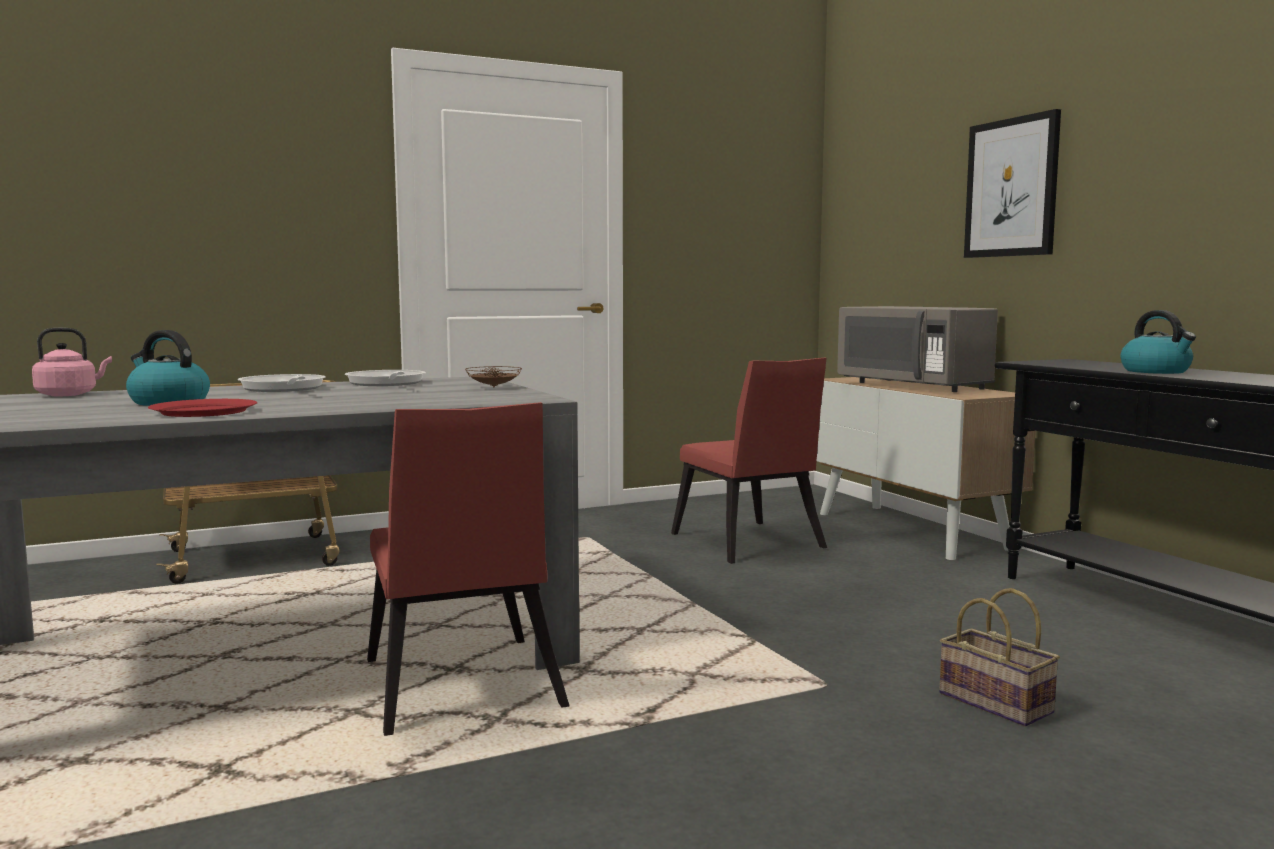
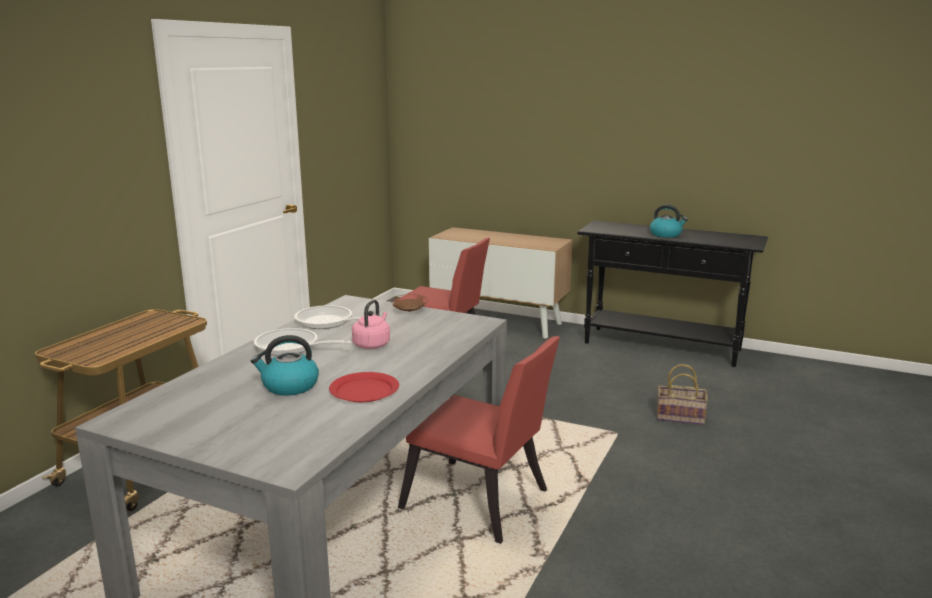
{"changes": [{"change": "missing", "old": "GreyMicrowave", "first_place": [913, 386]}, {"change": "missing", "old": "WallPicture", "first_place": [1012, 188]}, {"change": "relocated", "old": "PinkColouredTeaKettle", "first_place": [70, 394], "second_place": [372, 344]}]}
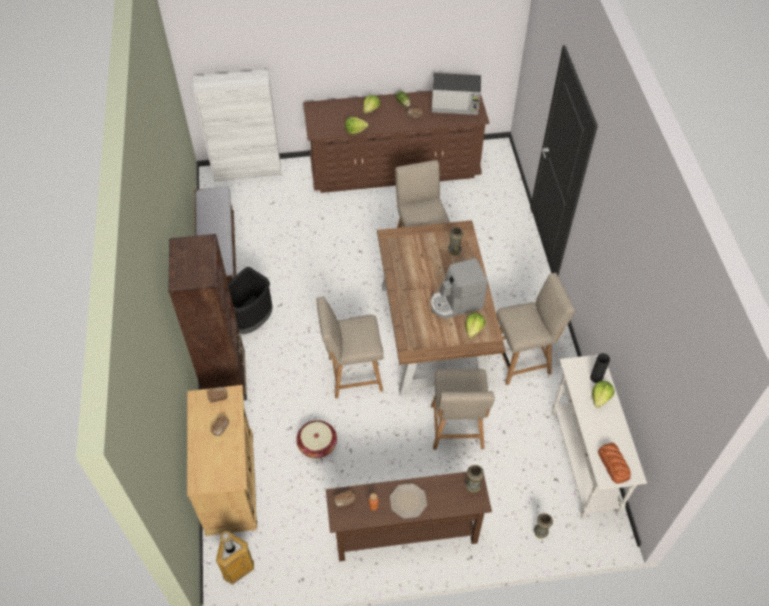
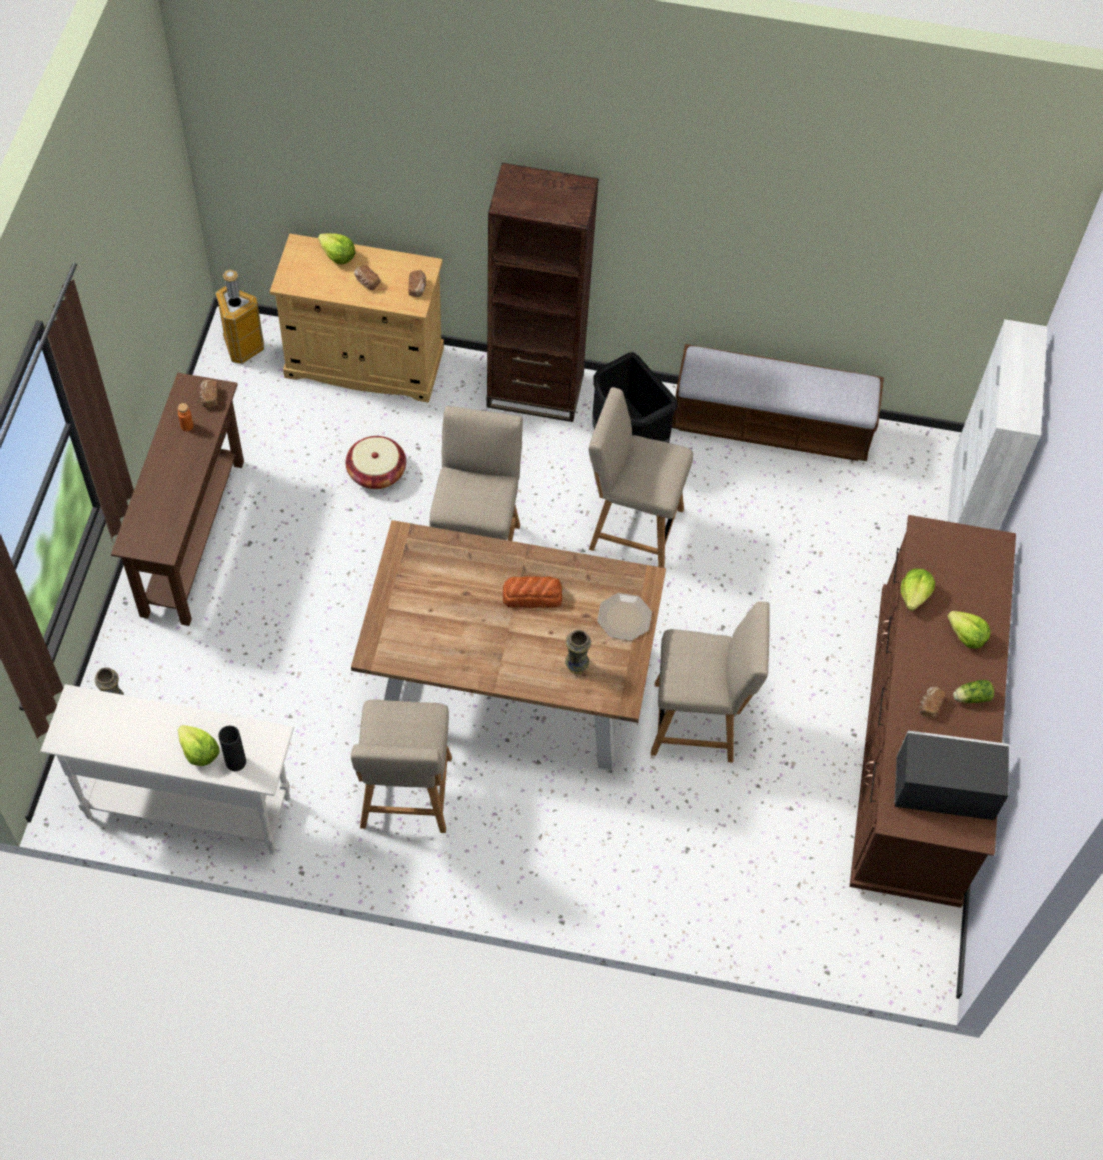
{"changes": [{"change": "missing", "old": "CoffeeMachine", "first_place": [456, 303]}, {"change": "missing", "old": "FlowerVase", "first_place": [472, 487]}, {"change": "relocated", "old": "Plate", "first_place": [408, 501], "second_place": [624, 618]}, {"change": "relocated", "old": "SandColouredChair", "first_place": [457, 430], "second_place": [631, 527]}, {"change": "relocated", "old": "LettuceHead", "first_place": [474, 329], "second_place": [337, 256]}, {"change": "relocated", "old": "BakedBread", "first_place": [613, 465], "second_place": [531, 595]}, {"change": "spun", "old": "Microwave", "first_place": [455, 105], "second_place": [943, 788], "degrees": 75}]}
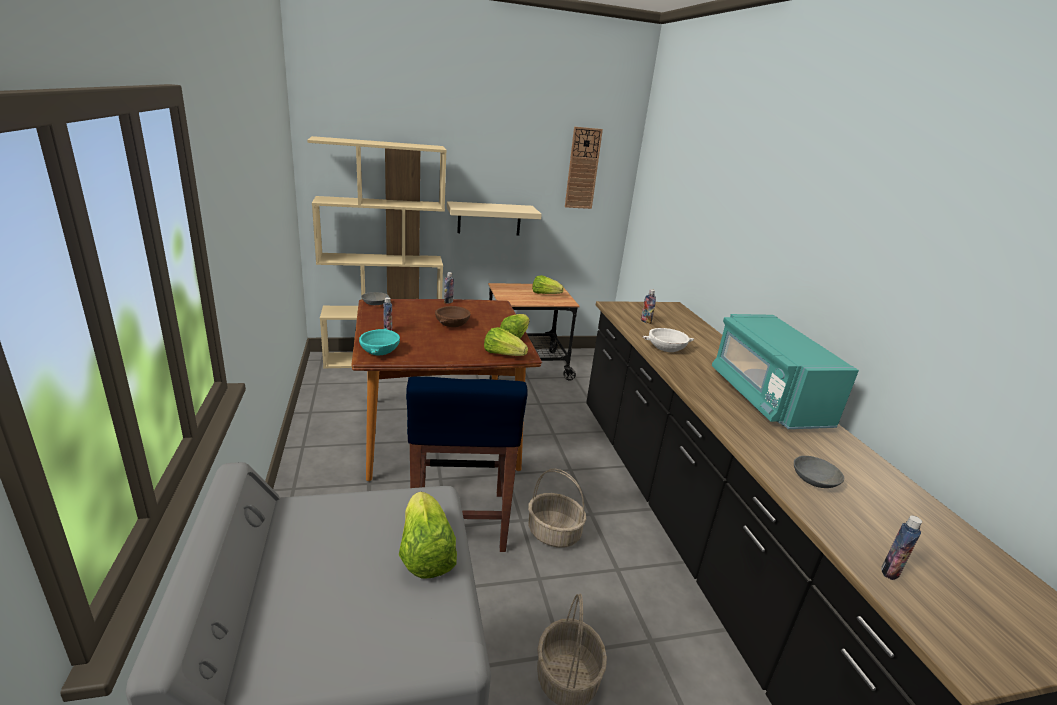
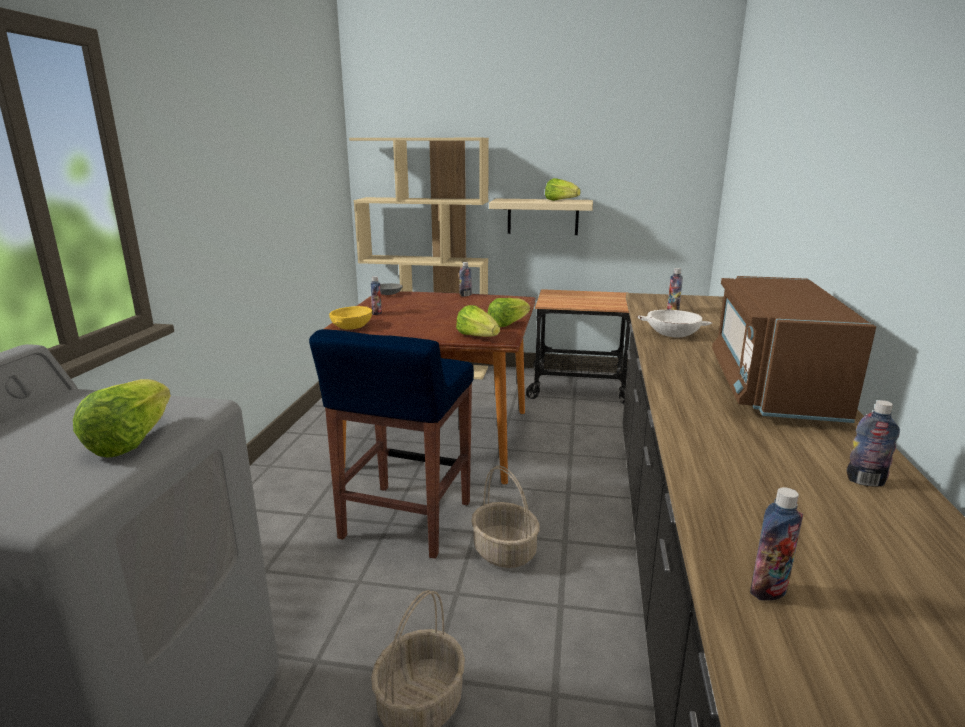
{"changes": [{"change": "missing", "old": "BrownishDeepDish", "first_place": [452, 323]}, {"change": "missing", "old": "HangingClock", "first_place": [582, 168]}, {"change": "missing", "old": "GreyDeepDish", "first_place": [814, 481]}, {"change": "appeared", "new": "Bottle", "second_place": [865, 481]}, {"change": "relocated", "old": "LettuceHead", "first_place": [545, 294], "second_place": [560, 201]}, {"change": "colour", "old": "TurquoiseColouredDeepDish", "new": "YellowColouredDeepDish", "first_place": [380, 350], "second_place": [352, 326]}, {"change": "colour", "old": "TurquoiseColouredMicrowave", "new": "BrownishMicrowave", "first_place": [766, 397], "second_place": [772, 387]}]}
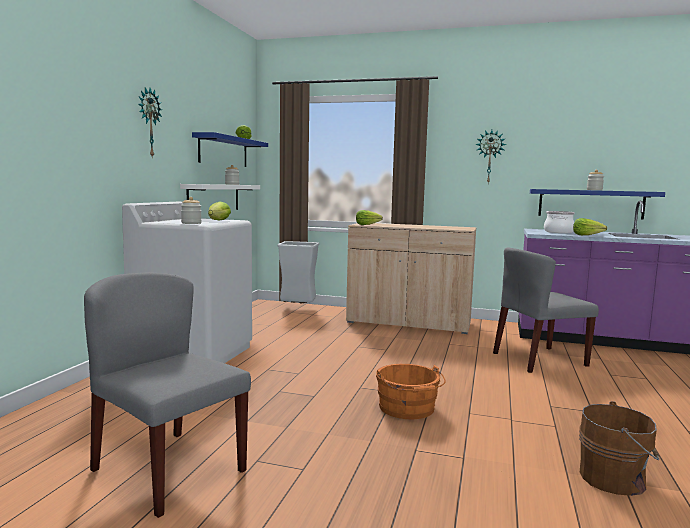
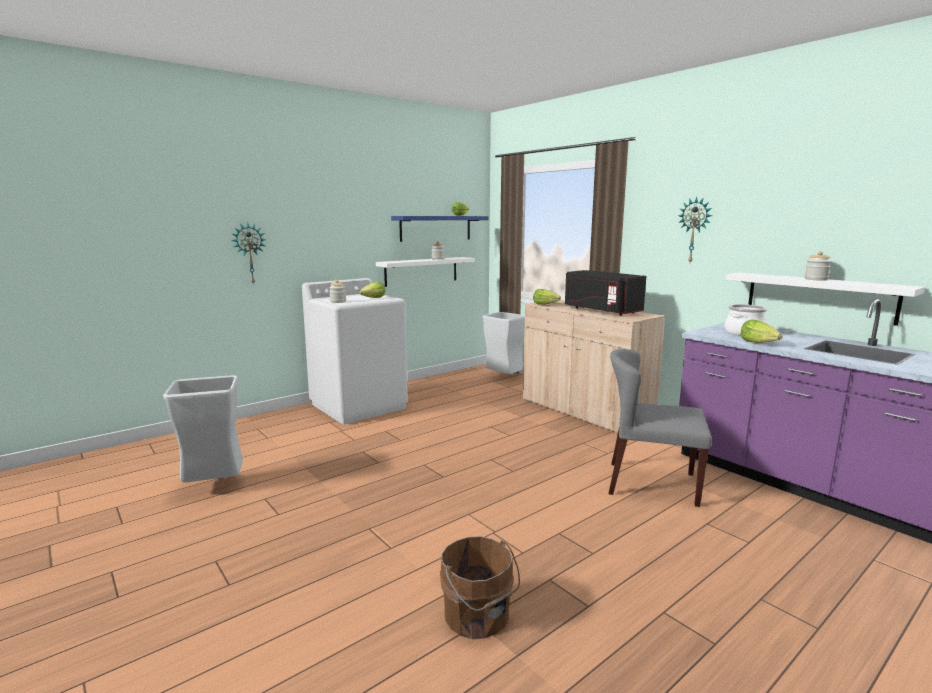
{"changes": [{"change": "missing", "old": "OrangeyBucket", "first_place": [408, 409]}, {"change": "appeared", "new": "BlackColouredMicrowave", "second_place": [601, 310]}, {"change": "relocated", "old": "HangingClock", "first_place": [148, 122], "second_place": [249, 254]}, {"change": "exchanged", "old": "GreyChair", "new": "GreyTrashCan", "first_place": [168, 469], "second_place": [215, 487]}, {"change": "colour", "old": "BlueShelf", "new": "WhitishShelf", "first_place": [590, 204], "second_place": [819, 297]}]}
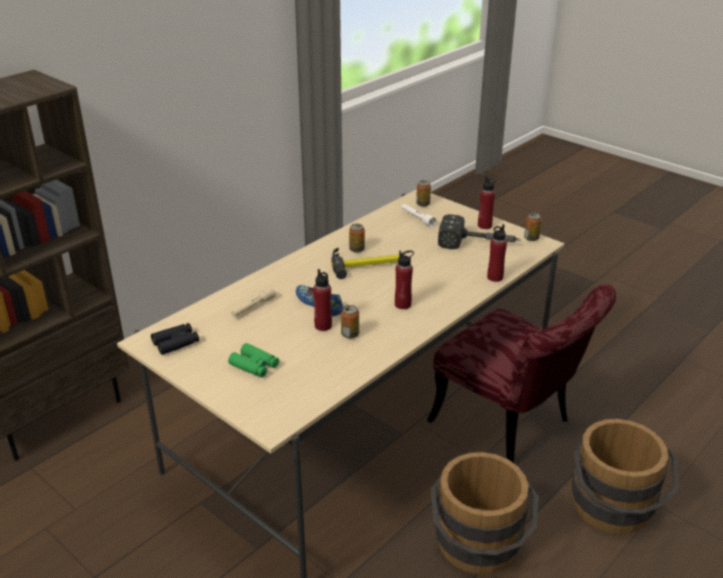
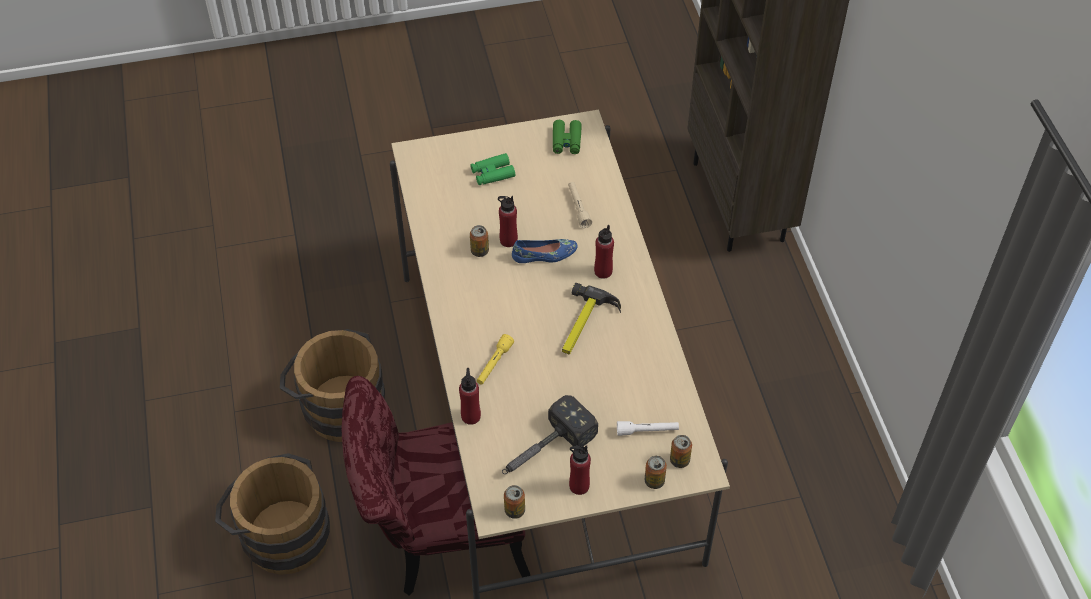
{"changes": [{"change": "appeared", "new": "YellowColouredFlashlight", "second_place": [494, 364]}, {"change": "relocated", "old": "MetalCan", "first_place": [357, 249], "second_place": [654, 481]}, {"change": "relocated", "old": "RedBottle", "first_place": [403, 304], "second_place": [603, 271]}, {"change": "colour", "old": "BlackColouredBinoculars", "new": "GreenishBinoculars", "first_place": [176, 343], "second_place": [566, 141]}]}
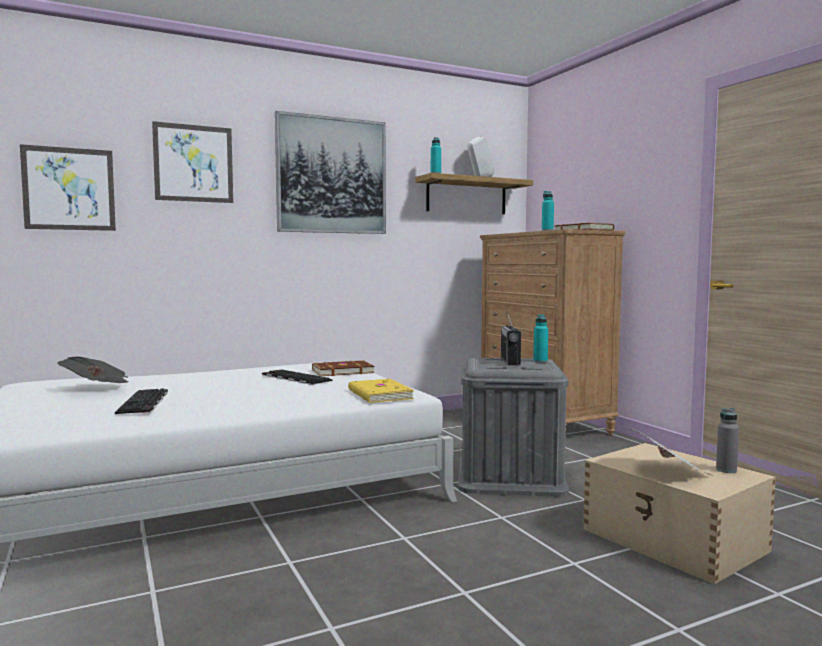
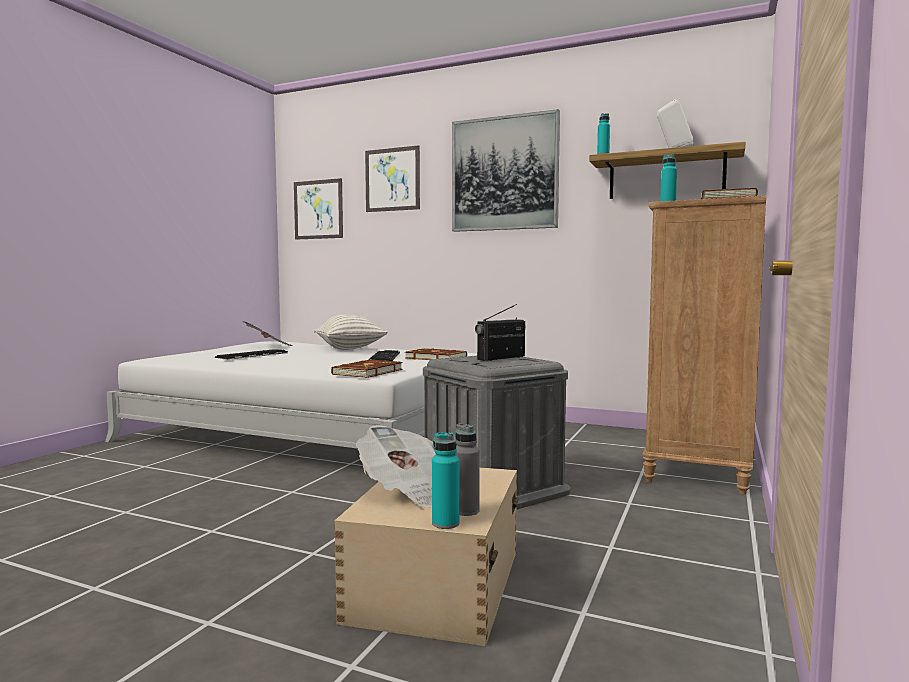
{"changes": [{"change": "appeared", "new": "ThrowPillow", "second_place": [350, 349]}, {"change": "relocated", "old": "TurquoiseColouredBottle", "first_place": [540, 361], "second_place": [445, 523]}, {"change": "colour", "old": "YellowColouredBook", "new": "BrownishBook", "first_place": [379, 394], "second_place": [366, 372]}]}
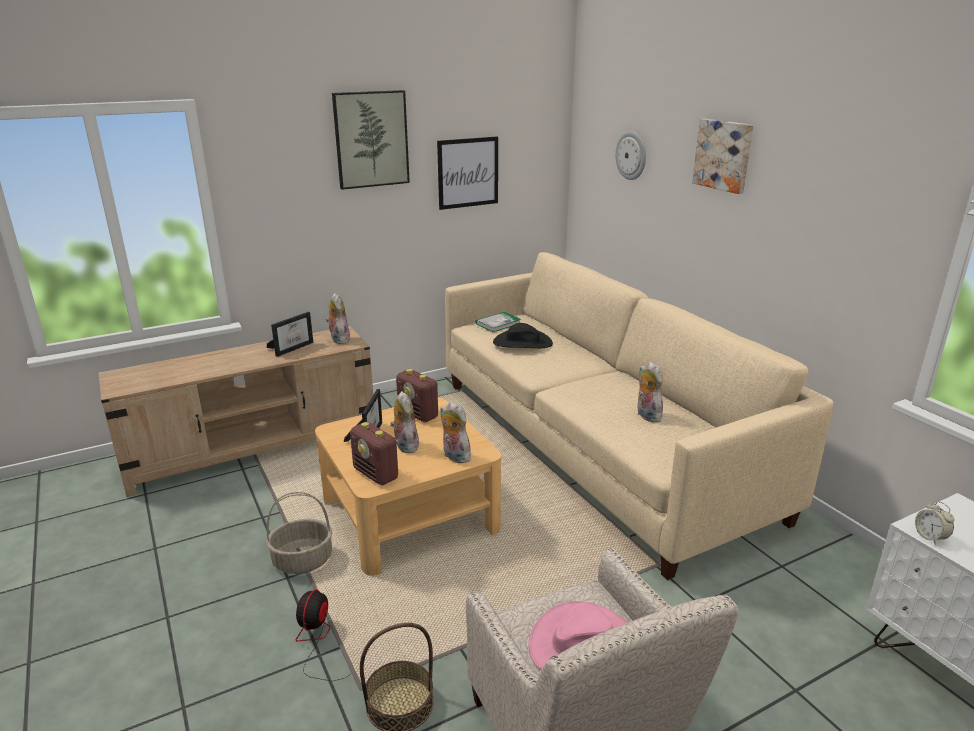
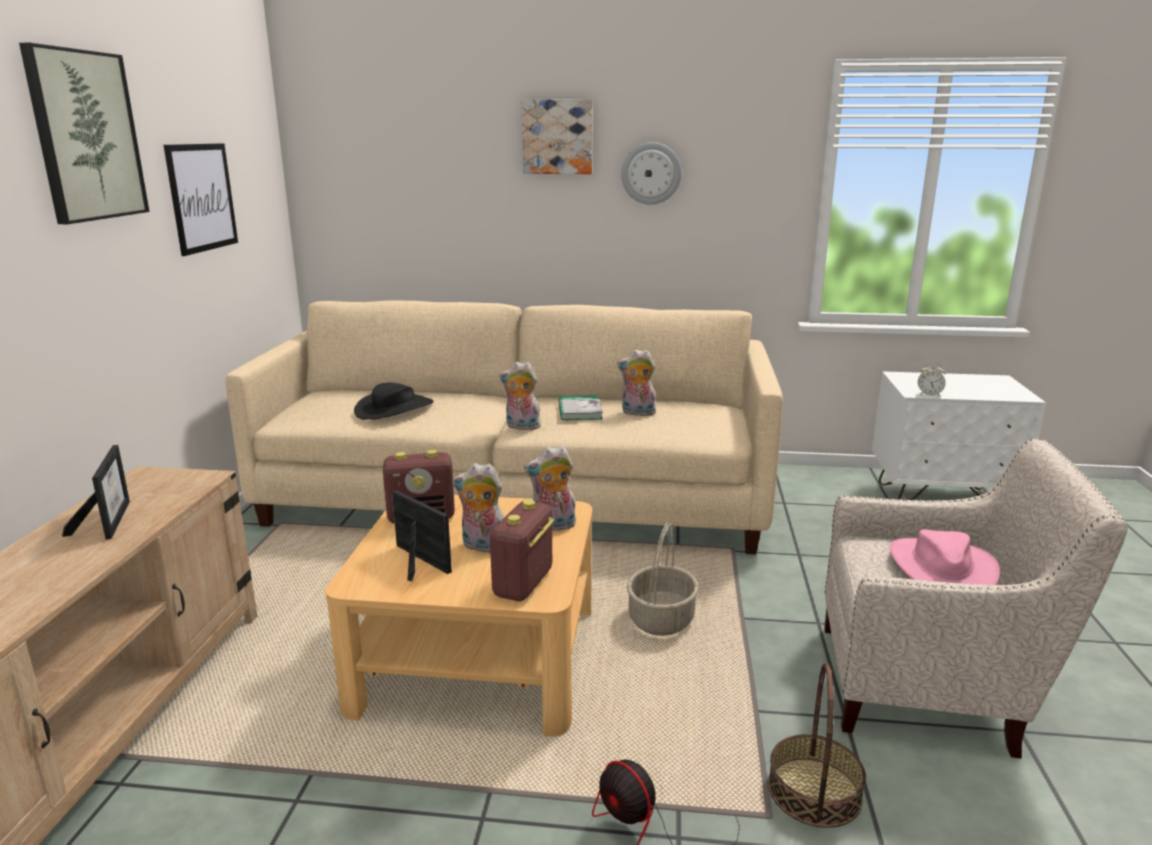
{"changes": [{"change": "relocated", "old": "HouseholdBasket", "first_place": [303, 560], "second_place": [660, 619]}, {"change": "relocated", "old": "SoftToy", "first_place": [338, 339], "second_place": [521, 427]}, {"change": "relocated", "old": "Book", "first_place": [498, 323], "second_place": [579, 410]}, {"change": "relocated", "old": "HangingClock", "first_place": [631, 155], "second_place": [651, 173]}, {"change": "spun", "old": "Radio", "first_place": [376, 474], "second_place": [523, 584], "degrees": 120}]}
